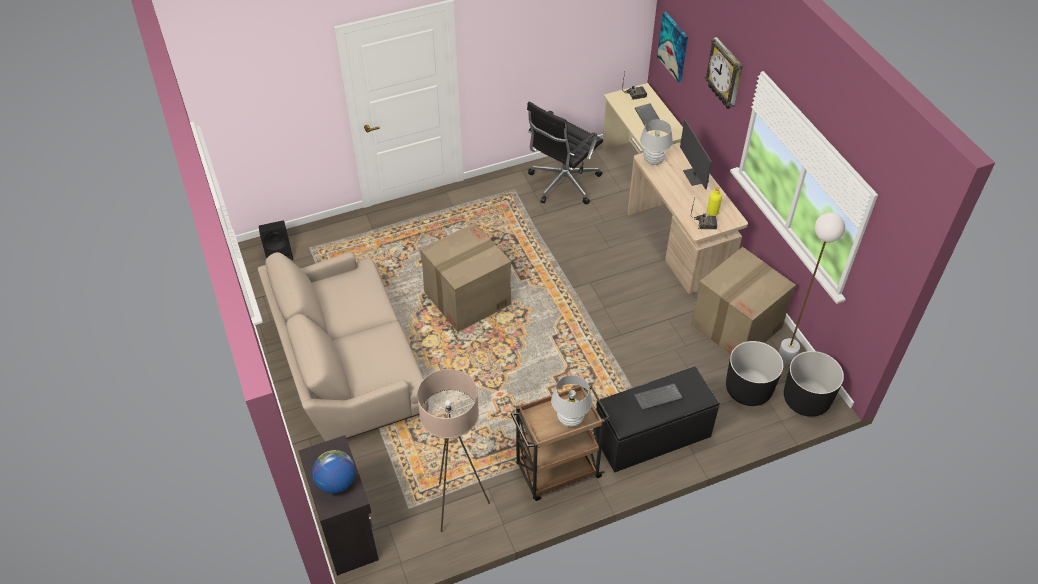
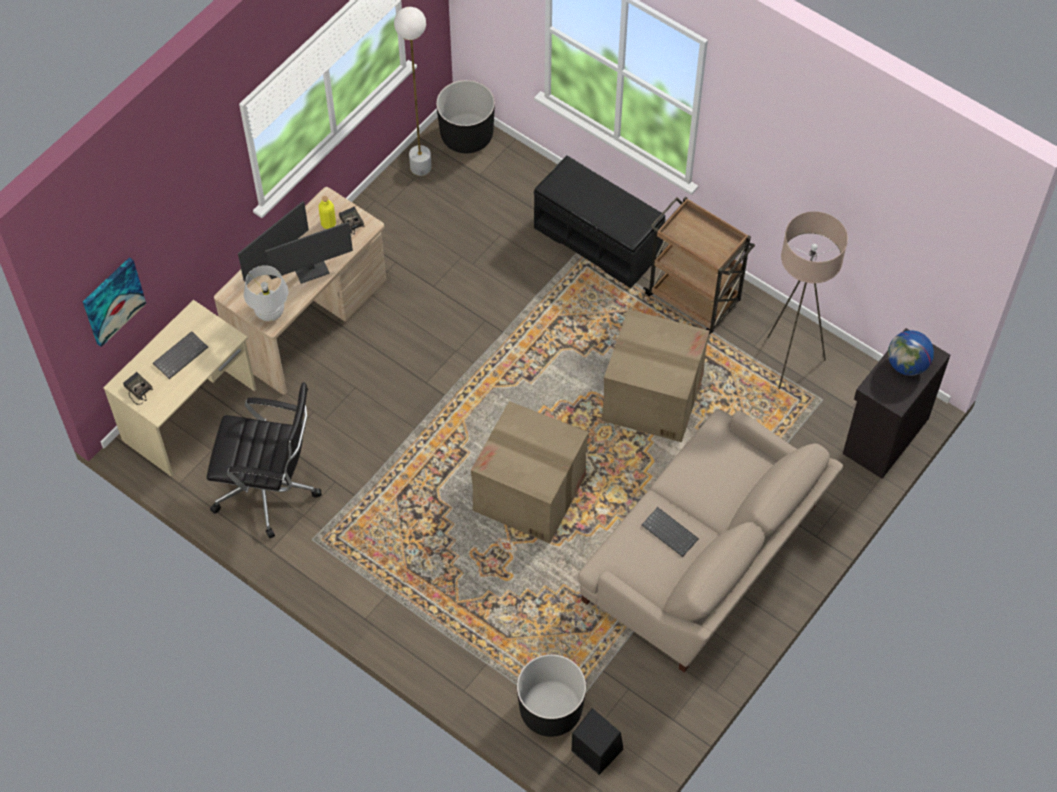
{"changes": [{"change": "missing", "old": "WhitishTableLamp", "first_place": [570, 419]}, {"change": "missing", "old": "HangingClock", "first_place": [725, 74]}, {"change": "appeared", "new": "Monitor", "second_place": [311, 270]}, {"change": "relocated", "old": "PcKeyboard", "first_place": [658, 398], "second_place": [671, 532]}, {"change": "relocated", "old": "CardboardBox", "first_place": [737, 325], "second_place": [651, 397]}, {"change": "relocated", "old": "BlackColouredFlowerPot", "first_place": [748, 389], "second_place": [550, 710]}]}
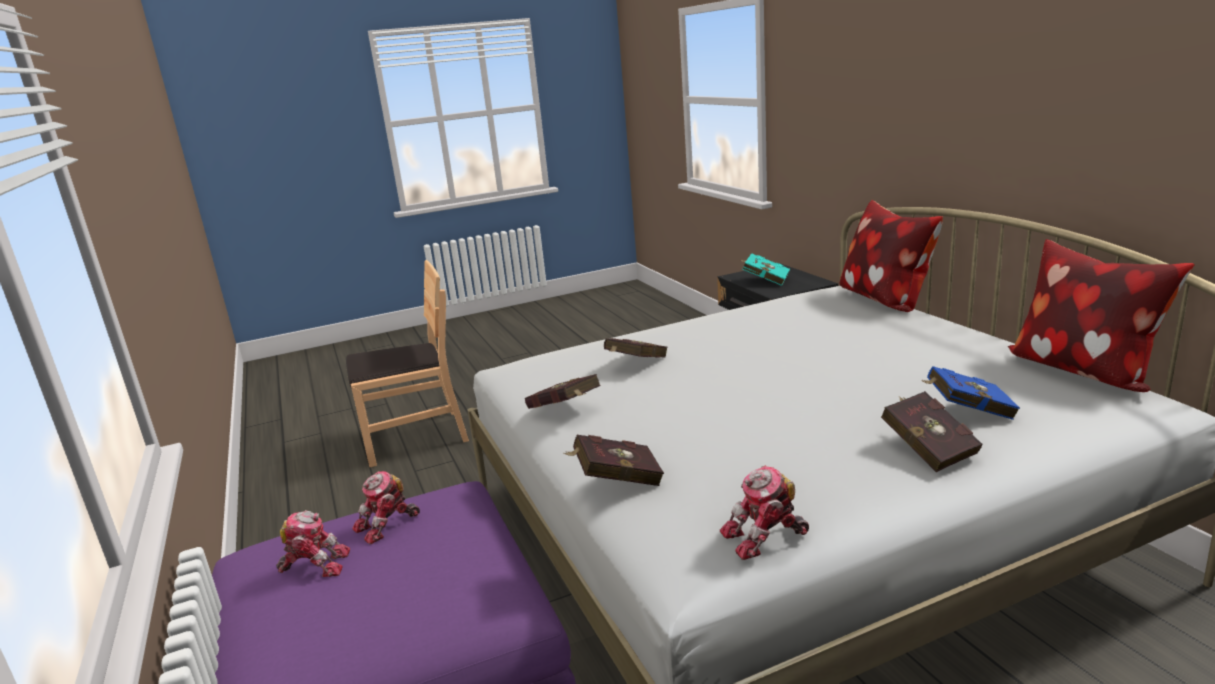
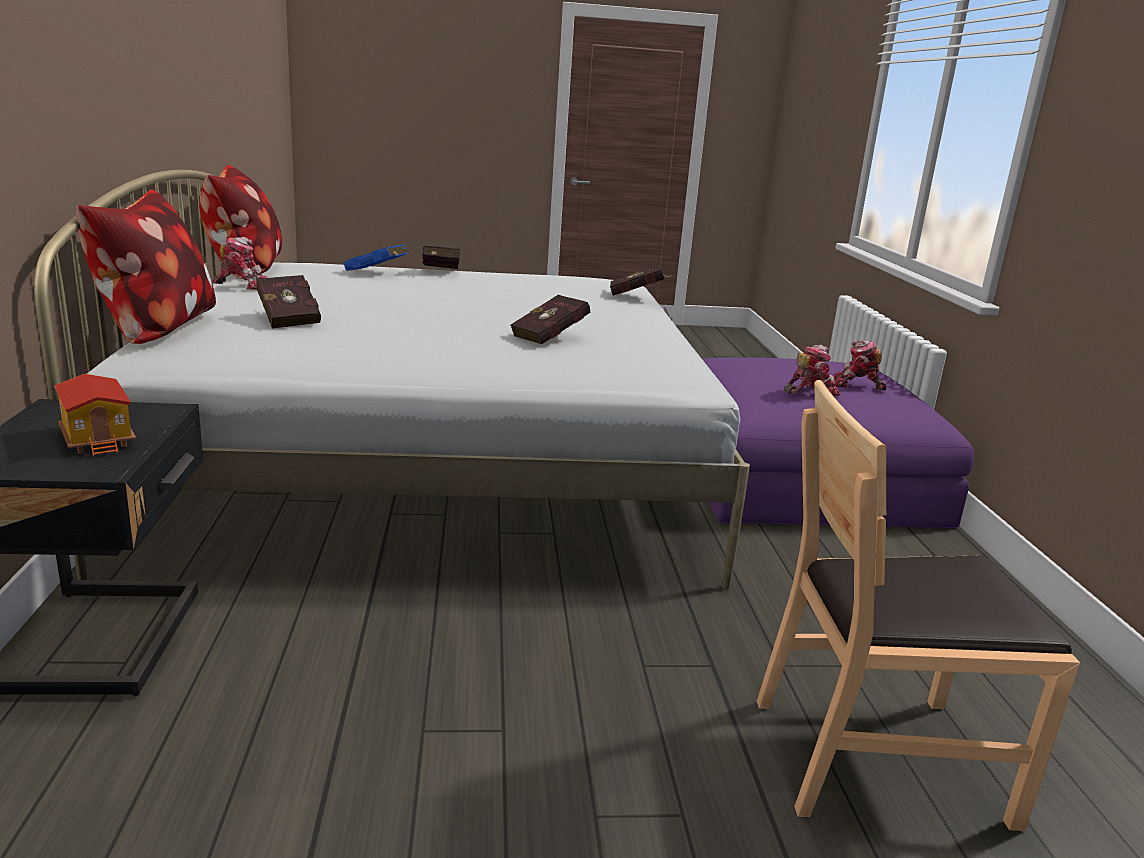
{"changes": [{"change": "relocated", "old": "RedBook", "first_place": [565, 410], "second_place": [289, 319]}, {"change": "relocated", "old": "RobotFigure", "first_place": [765, 537], "second_place": [242, 284]}, {"change": "exchanged", "old": "TurquoiseColouredBook", "new": "ToyHouse", "first_place": [764, 280], "second_place": [99, 439]}]}
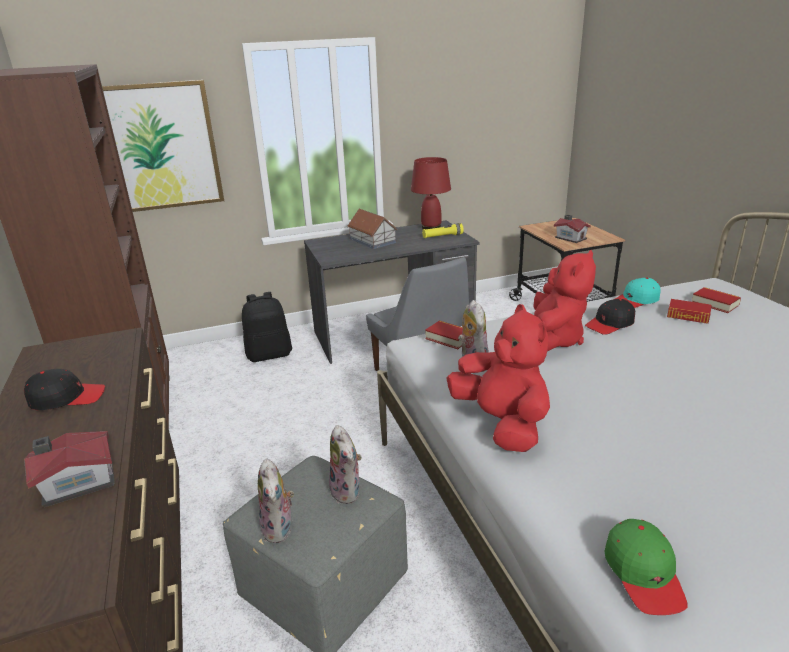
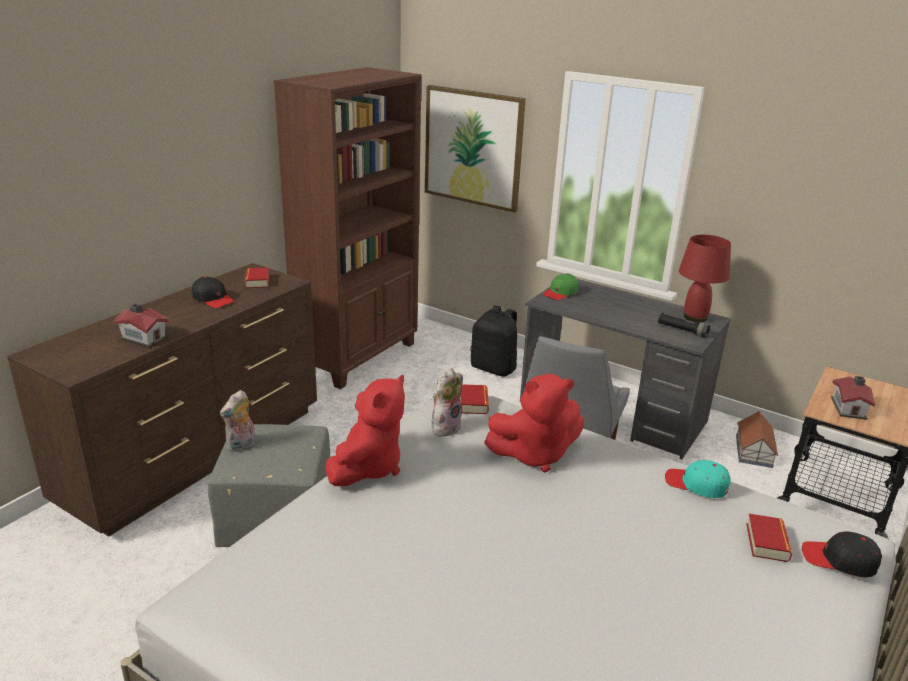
{"changes": [{"change": "missing", "old": "SoftToy", "first_place": [348, 491]}, {"change": "relocated", "old": "ToyHouse", "first_place": [372, 240], "second_place": [754, 451]}, {"change": "relocated", "old": "BlackColouredPeakedCap", "first_place": [610, 324], "second_place": [839, 560]}, {"change": "relocated", "old": "GreenishPeakedCap", "first_place": [644, 574], "second_place": [560, 293]}, {"change": "relocated", "old": "Book", "first_place": [688, 315], "second_place": [257, 281]}, {"change": "colour", "old": "YellowColouredFlashlight", "new": "BlackColouredFlashlight", "first_place": [442, 236], "second_place": [682, 330]}]}
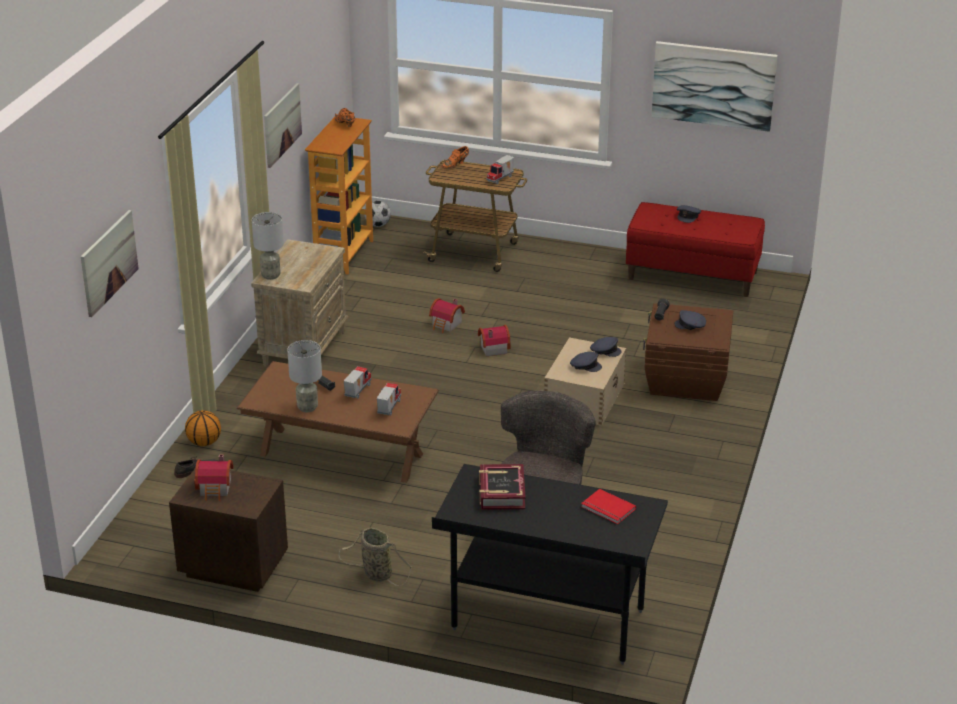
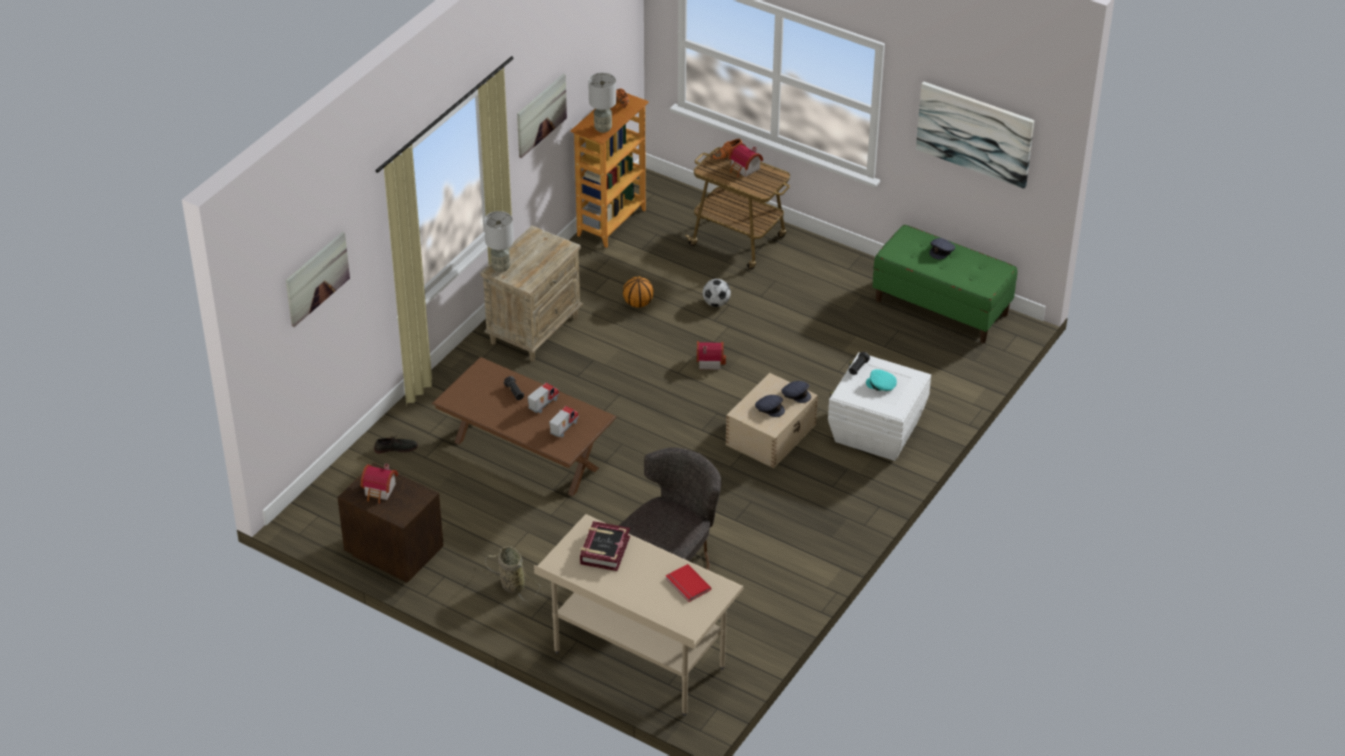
{"changes": [{"change": "missing", "old": "ToyTruck", "first_place": [501, 179]}, {"change": "relocated", "old": "BasketballBall", "first_place": [204, 442], "second_place": [638, 303]}, {"change": "relocated", "old": "GreyTableLamp", "first_place": [307, 408], "second_place": [602, 128]}, {"change": "relocated", "old": "FootballBall", "first_place": [378, 225], "second_place": [716, 303]}, {"change": "relocated", "old": "ToyHouse", "first_place": [446, 325], "second_place": [744, 169]}, {"change": "colour", "old": "BlackColouredDeskTable", "new": "SandColouredDeskTable", "first_place": [547, 621], "second_place": [638, 661]}, {"change": "colour", "old": "RedLongSeat", "new": "GreenishLongSeat", "first_place": [693, 275], "second_place": [941, 307]}, {"change": "colour", "old": "BrownishStorageContainer", "new": "WhitishStorageContainer", "first_place": [685, 380], "second_place": [875, 431]}, {"change": "colour", "old": "GreyPeakedCap", "new": "TurquoiseColouredPeakedCap", "first_place": [690, 325], "second_place": [881, 385]}]}
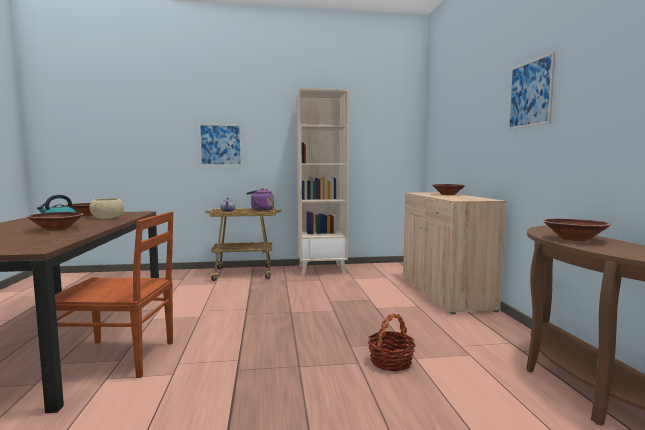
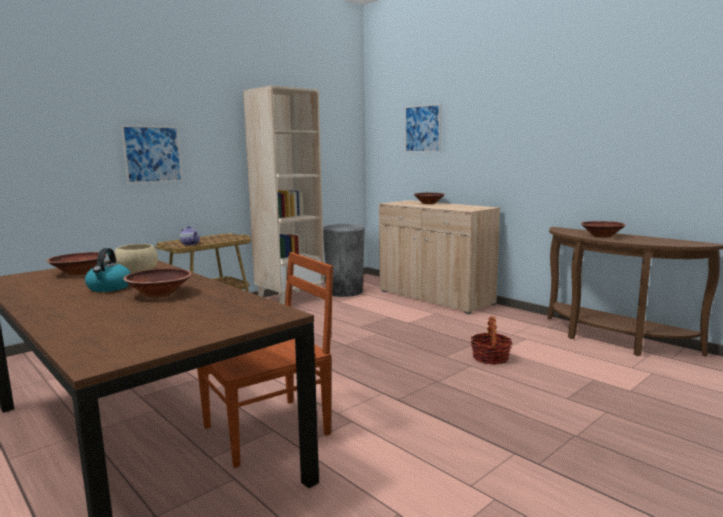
{"changes": [{"change": "missing", "old": "PurpleTeaKettle", "first_place": [260, 210]}, {"change": "appeared", "new": "GreyTrashCan", "second_place": [344, 291]}, {"change": "relocated", "old": "WallPicture", "first_place": [530, 93], "second_place": [422, 128]}]}
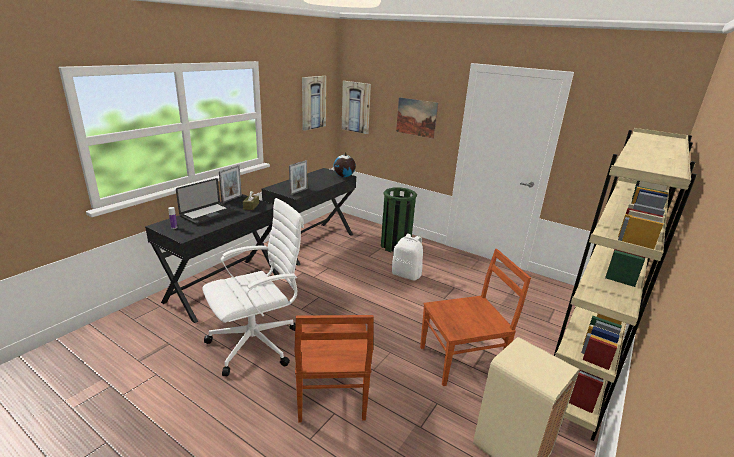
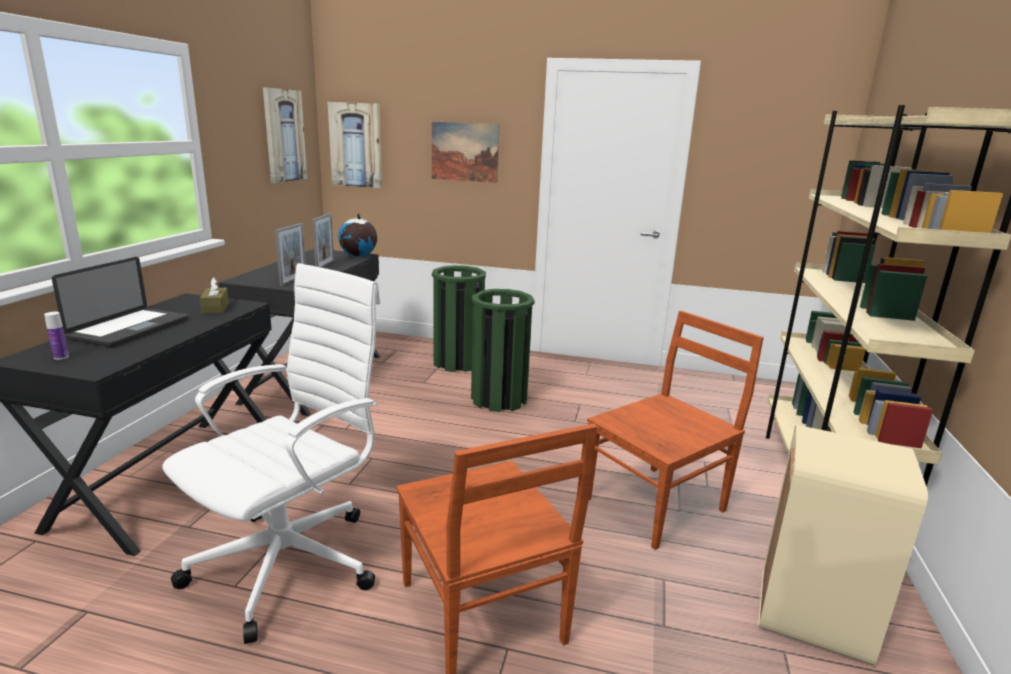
{"changes": [{"change": "relocated", "old": "StandingFrame", "first_place": [232, 199], "second_place": [325, 265]}, {"change": "exchanged", "old": "WhitishRucksack", "new": "GreenishTrashCan", "first_place": [406, 275], "second_place": [499, 399]}]}
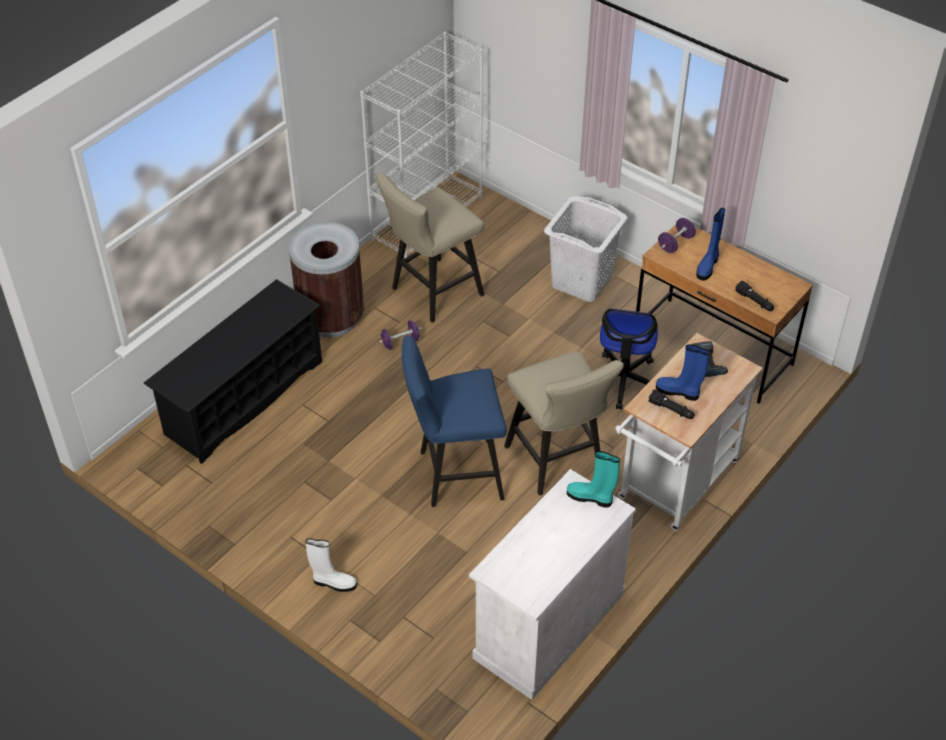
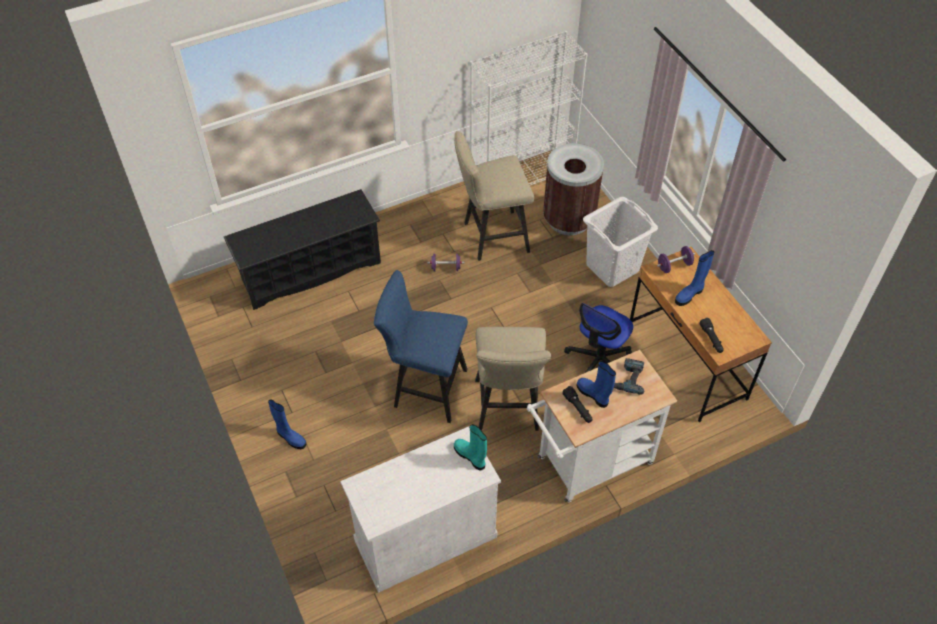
{"changes": [{"change": "relocated", "old": "BrownishTrashCan", "first_place": [331, 318], "second_place": [569, 220]}, {"change": "colour", "old": "WhitishTallBoot", "new": "BlueTallBoot", "first_place": [333, 583], "second_place": [290, 438]}]}
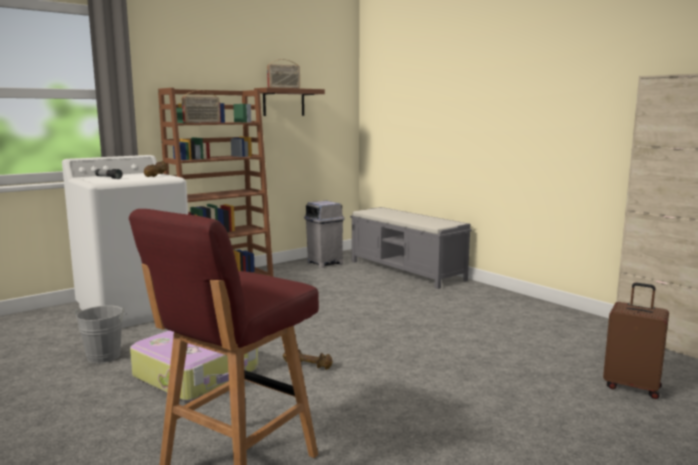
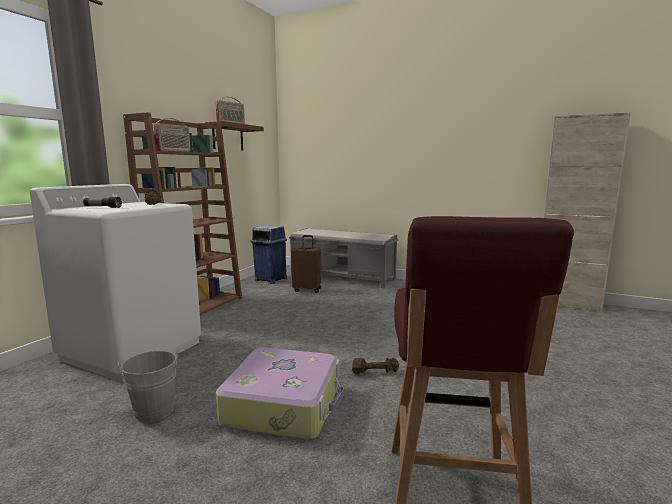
{"changes": [{"change": "relocated", "old": "BrownishTravelCase", "first_place": [632, 386], "second_place": [307, 289]}, {"change": "colour", "old": "GreyTrashCan", "new": "BlueTrashCan", "first_place": [324, 263], "second_place": [270, 279]}]}
